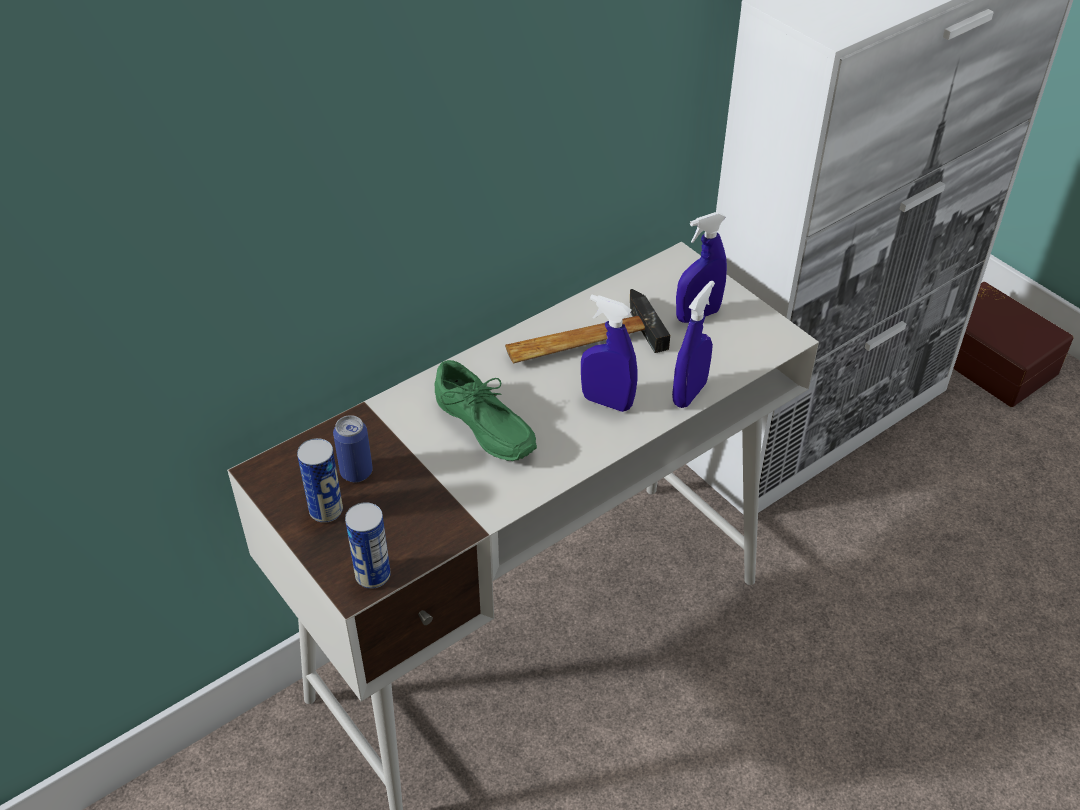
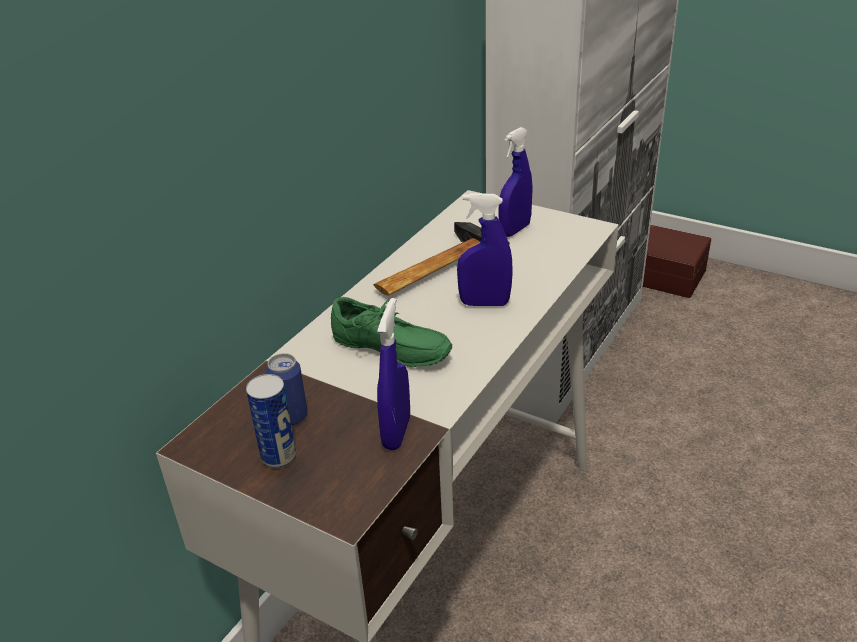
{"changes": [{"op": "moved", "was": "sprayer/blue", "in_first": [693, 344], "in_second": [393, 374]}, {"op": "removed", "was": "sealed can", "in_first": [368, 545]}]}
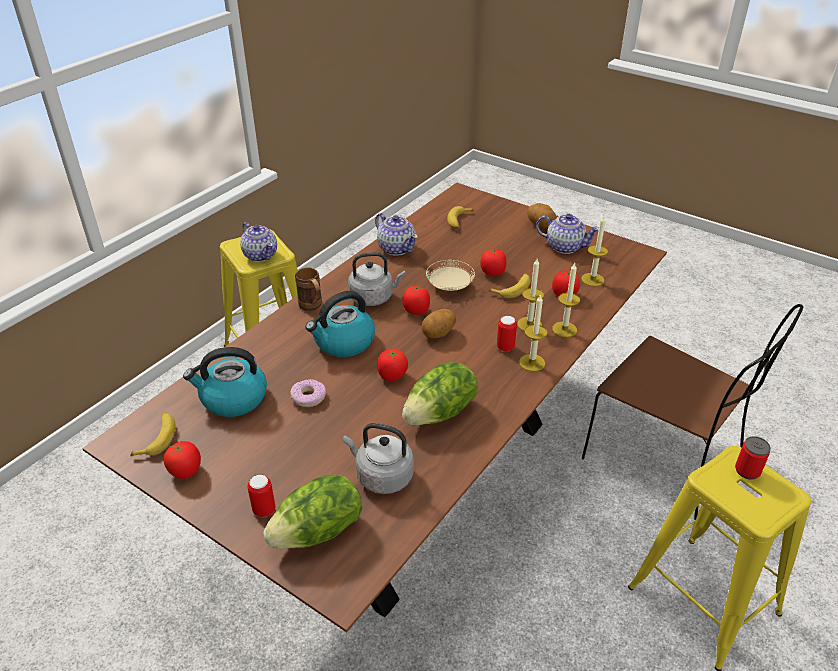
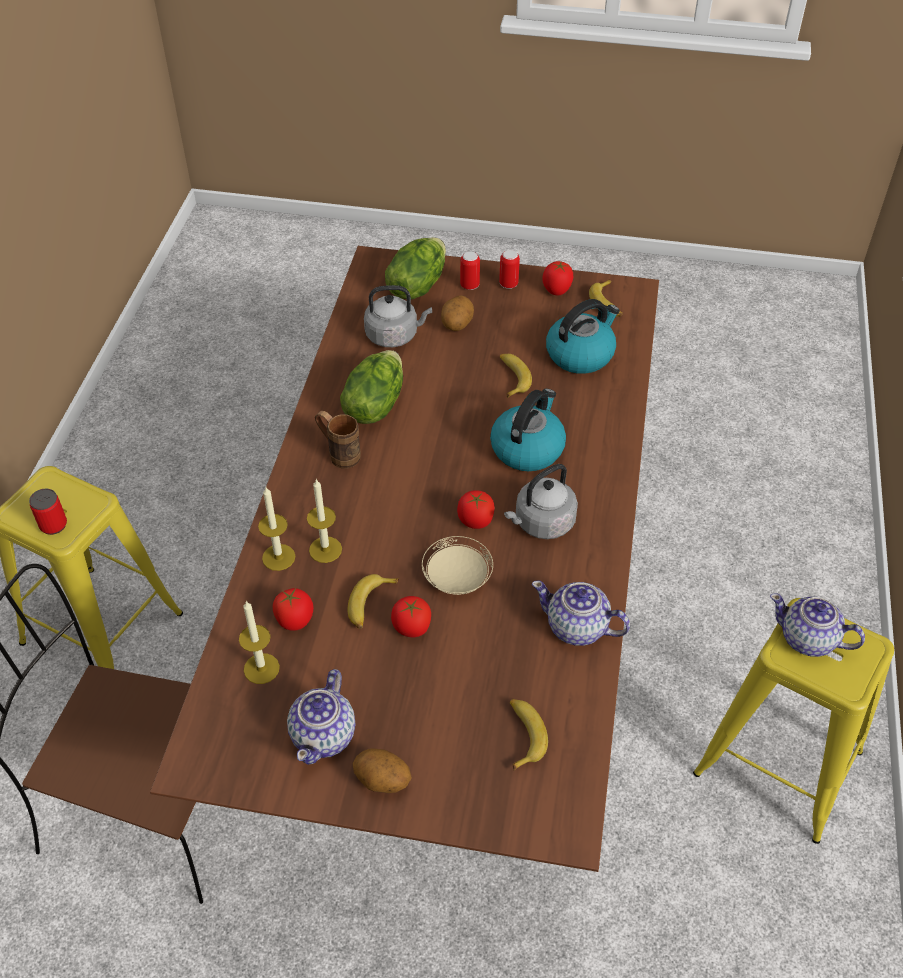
{"changes": [{"op": "turned", "was": "teapot", "in_first": [567, 234], "in_second": [321, 717], "clockwise": -75}, {"op": "moved", "was": "mug/brown", "in_first": [308, 289], "in_second": [338, 440]}, {"op": "removed", "was": "wax light", "in_first": [533, 332]}, {"op": "moved", "was": "whole potato", "in_first": [438, 324], "in_second": [457, 313]}, {"op": "moved", "was": "sealed can", "in_first": [507, 334], "in_second": [509, 269]}, {"op": "removed", "was": "fresh tomato", "in_first": [392, 364]}, {"op": "replaced", "was": "ring doughnut", "now": "banana fruit", "in_first": [308, 393], "in_second": [516, 376]}]}
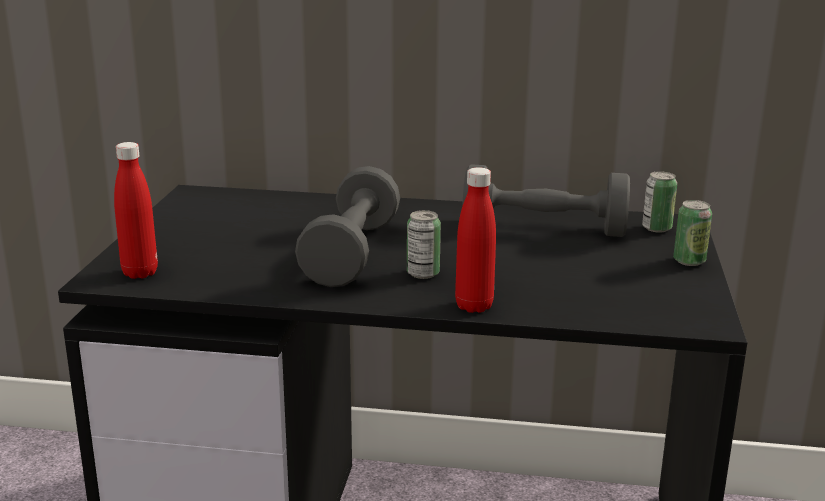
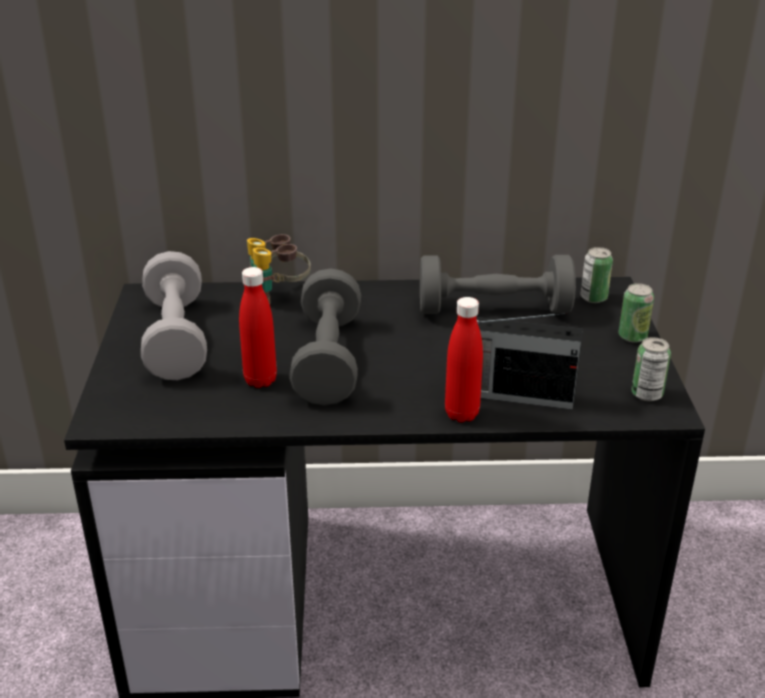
{"changes": [{"op": "moved", "was": "bottle/red", "in_first": [136, 210], "in_second": [258, 327]}, {"op": "moved", "was": "sealed can", "in_first": [424, 244], "in_second": [651, 369]}, {"op": "added", "now": "pair of binoculars", "in_second": [279, 269]}, {"op": "added", "now": "dumbbell/gray", "in_second": [174, 315]}, {"op": "added", "now": "radio", "in_second": [529, 361]}]}
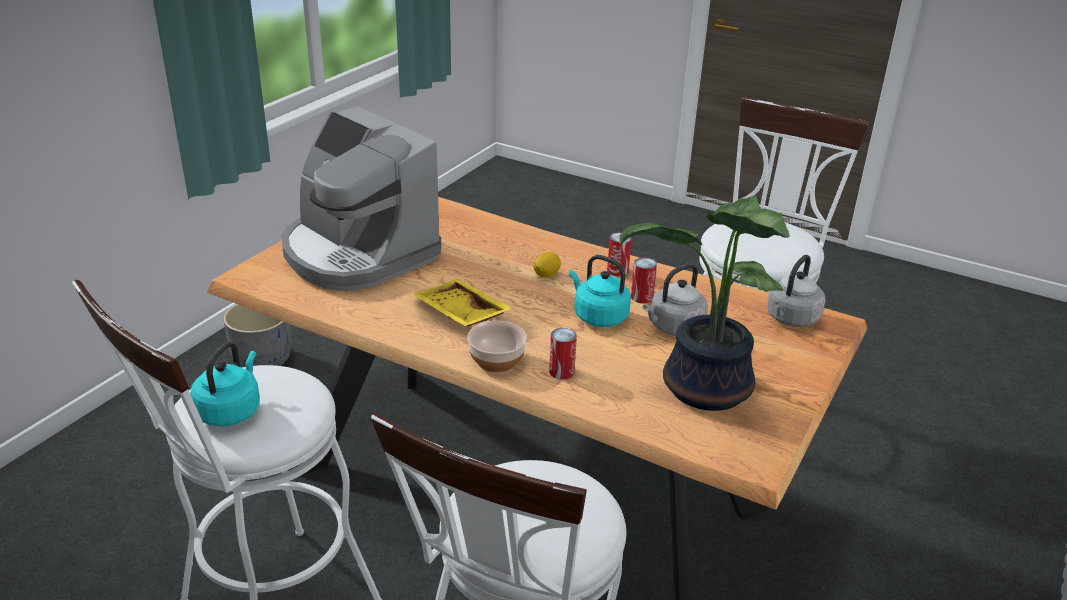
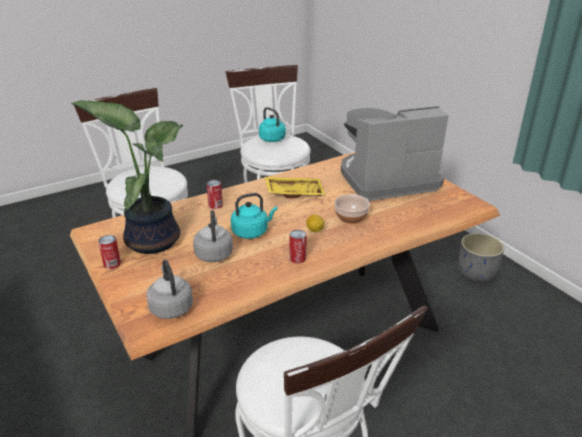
{"changes": [{"op": "moved", "was": "sealed can", "in_first": [644, 280], "in_second": [109, 252]}, {"op": "moved", "was": "bowl", "in_first": [497, 346], "in_second": [352, 209]}]}
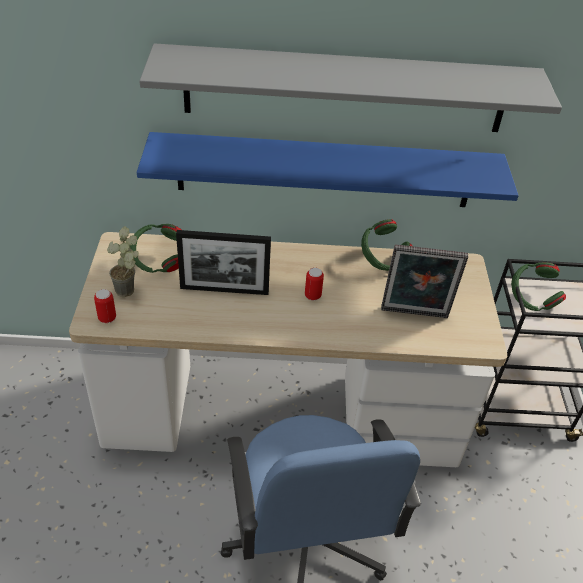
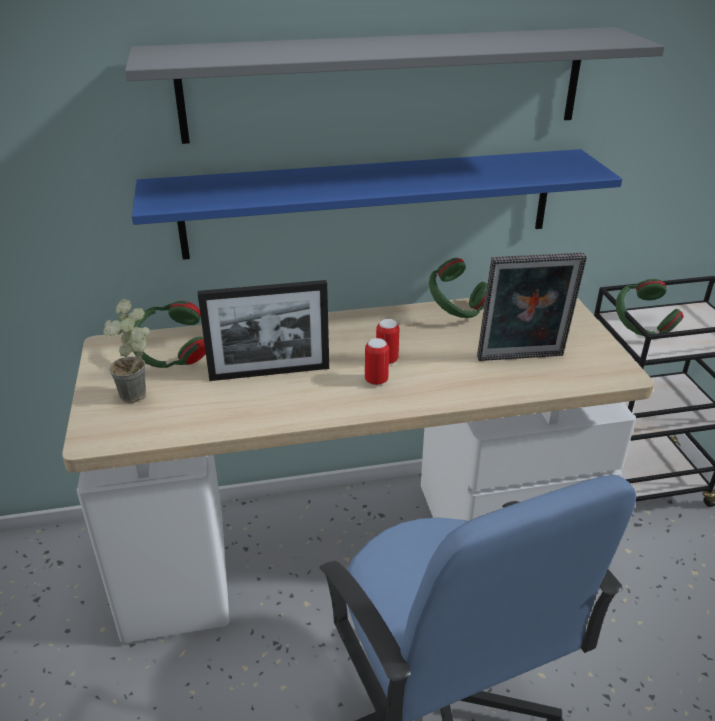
{"changes": [{"op": "moved", "was": "sealed can", "in_first": [105, 306], "in_second": [377, 361]}]}
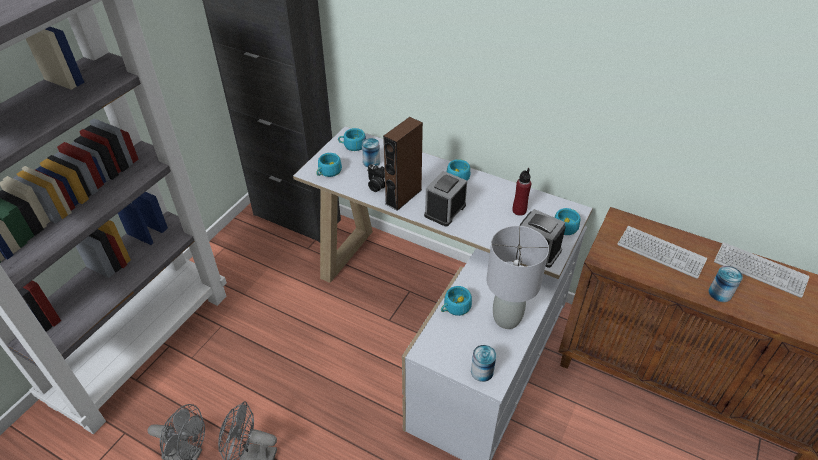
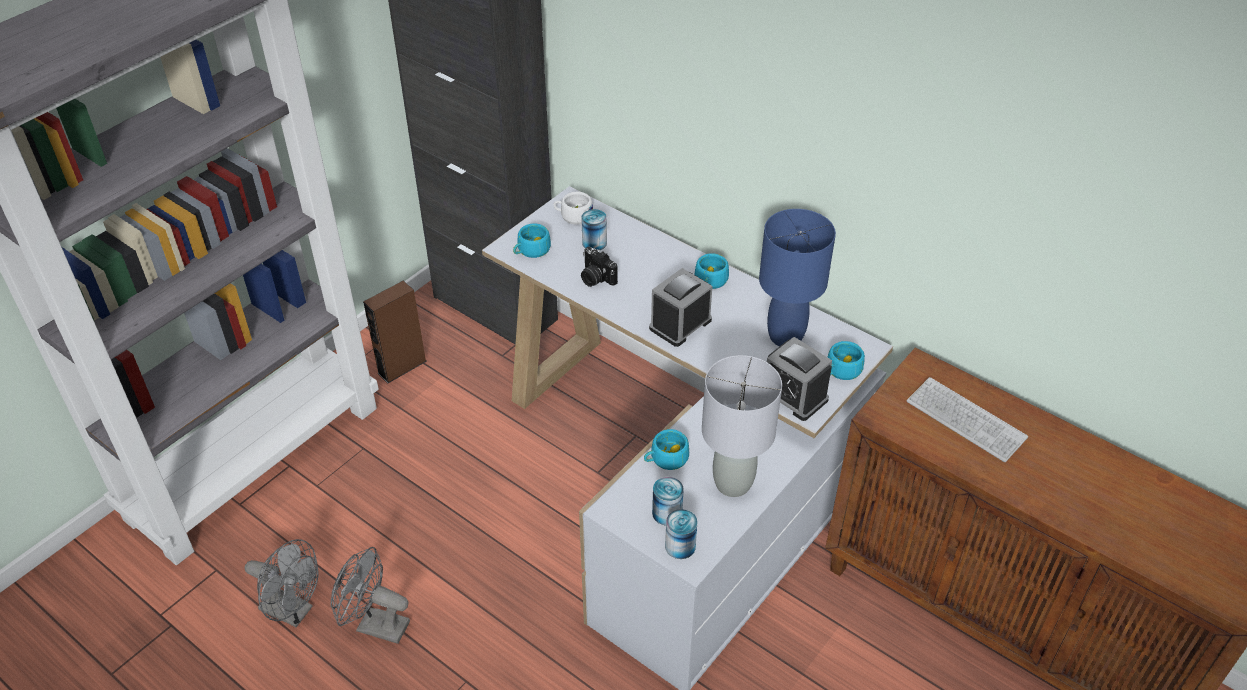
{"changes": [{"op": "moved", "was": "speaker/brown", "in_first": [403, 164], "in_second": [395, 332]}, {"op": "recoloured", "was": "cup/turquoise-coloured", "now": "cup/white", "in_first": [352, 139], "in_second": [573, 208]}, {"op": "replaced", "was": "bottle/red", "now": "table lamp/blue", "in_first": [521, 192], "in_second": [797, 277]}, {"op": "removed", "was": "computer keyboard", "in_first": [762, 270]}, {"op": "moved", "was": "sealed can", "in_first": [726, 284], "in_second": [668, 501]}]}
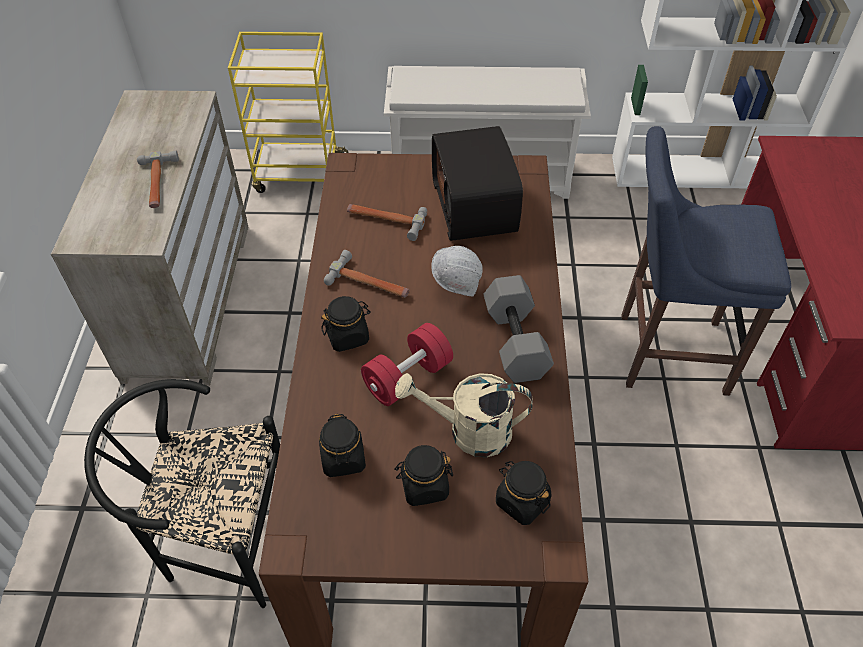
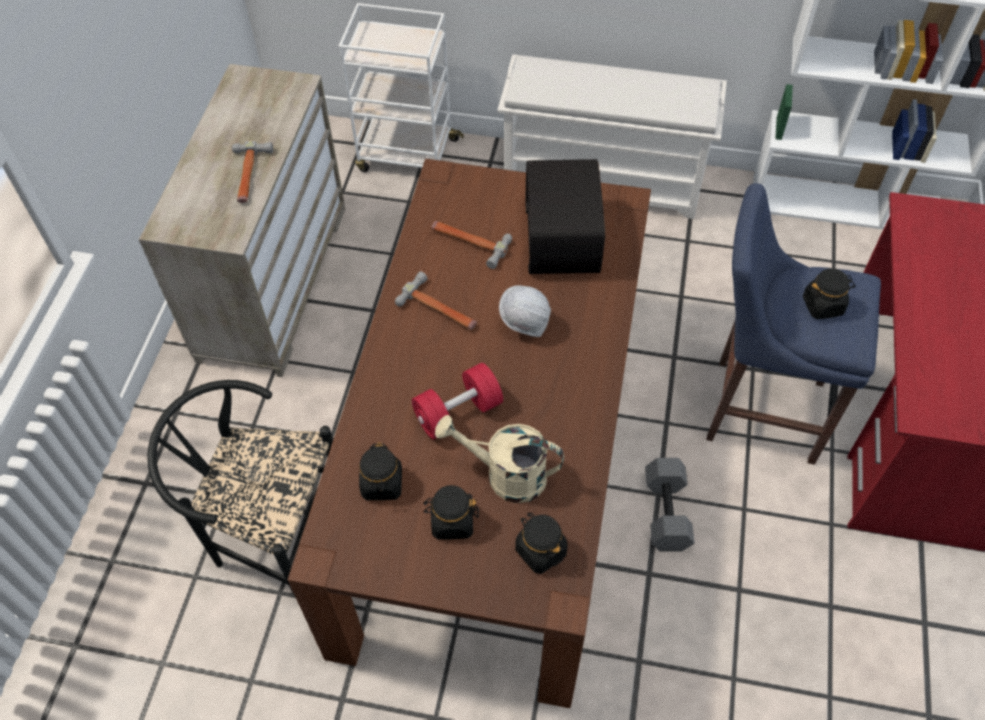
{"changes": [{"op": "recoloured", "was": "cart/yellow", "now": "cart/white", "in_first": [288, 112], "in_second": [401, 87]}, {"op": "moved", "was": "dumbbell/gray", "in_first": [518, 329], "in_second": [670, 505]}, {"op": "moved", "was": "jar/black", "in_first": [346, 324], "in_second": [829, 293]}]}
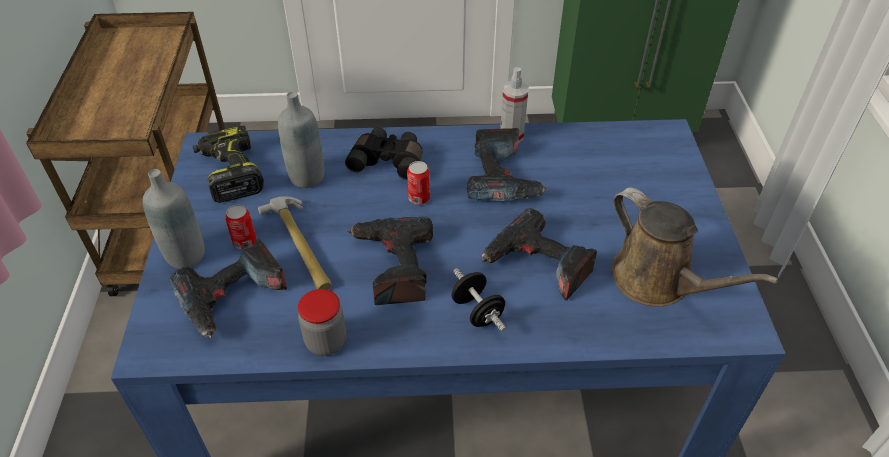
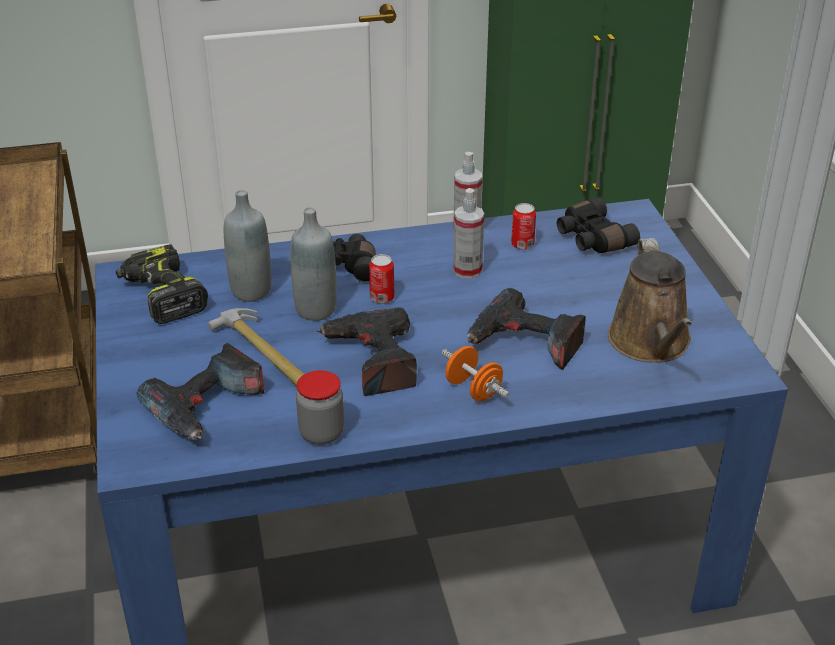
{"changes": [{"op": "replaced", "was": "electric drill", "now": "sprayer", "in_first": [507, 164], "in_second": [468, 233]}, {"op": "moved", "was": "bottle/gray", "in_first": [173, 219], "in_second": [313, 264]}, {"op": "turned", "was": "sprinkling can/brown", "in_first": [695, 247], "in_second": [650, 300], "clockwise": 45}, {"op": "moved", "was": "sealed can", "in_first": [241, 227], "in_second": [523, 226]}, {"op": "recoloured", "was": "dumbbell/black", "now": "dumbbell/orangey", "in_first": [479, 300], "in_second": [476, 373]}, {"op": "added", "now": "pair of binoculars/black", "in_second": [598, 225]}]}
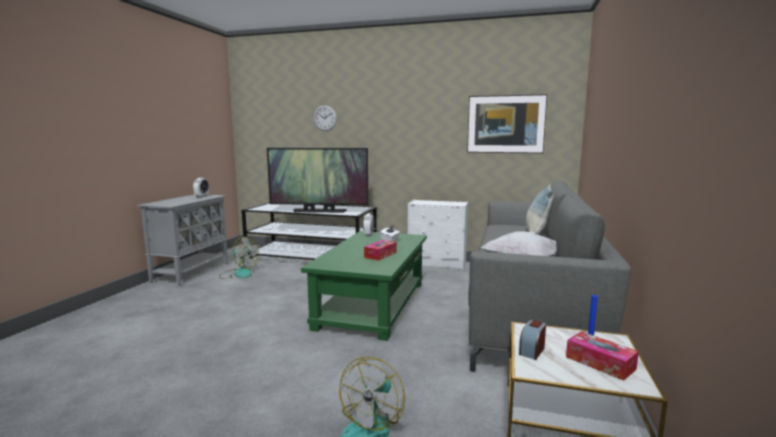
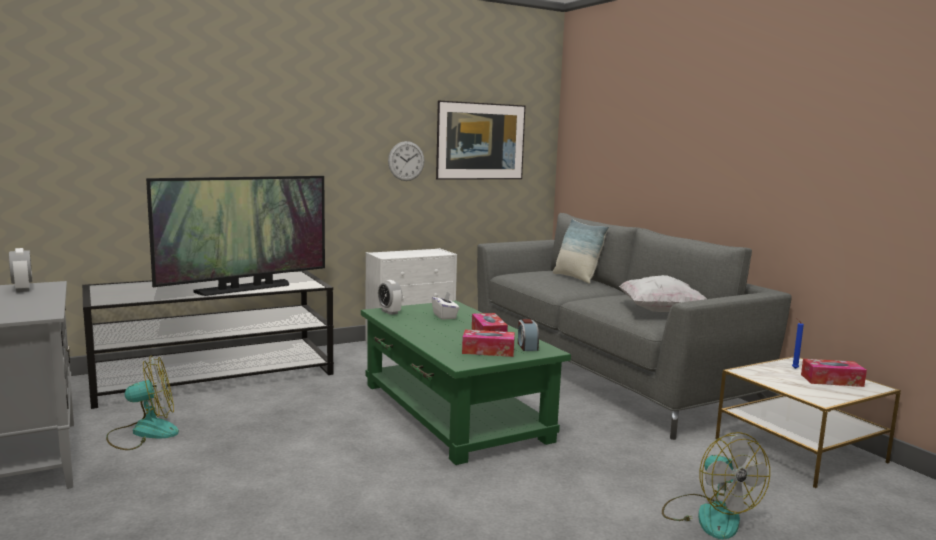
{"changes": [{"op": "moved", "was": "clock on the wall", "in_first": [325, 118], "in_second": [406, 161]}, {"op": "moved", "was": "table clock", "in_first": [532, 340], "in_second": [528, 335]}, {"op": "added", "now": "box of tissues", "in_second": [488, 343]}]}
